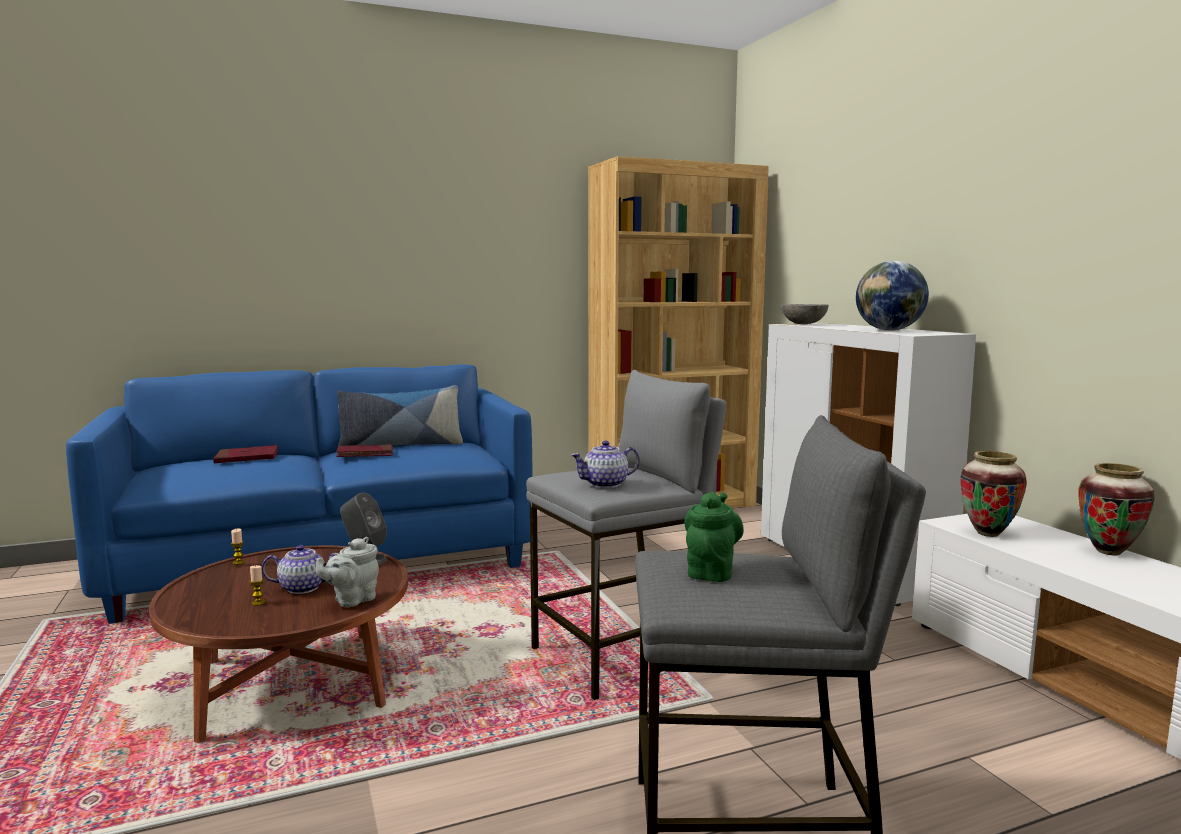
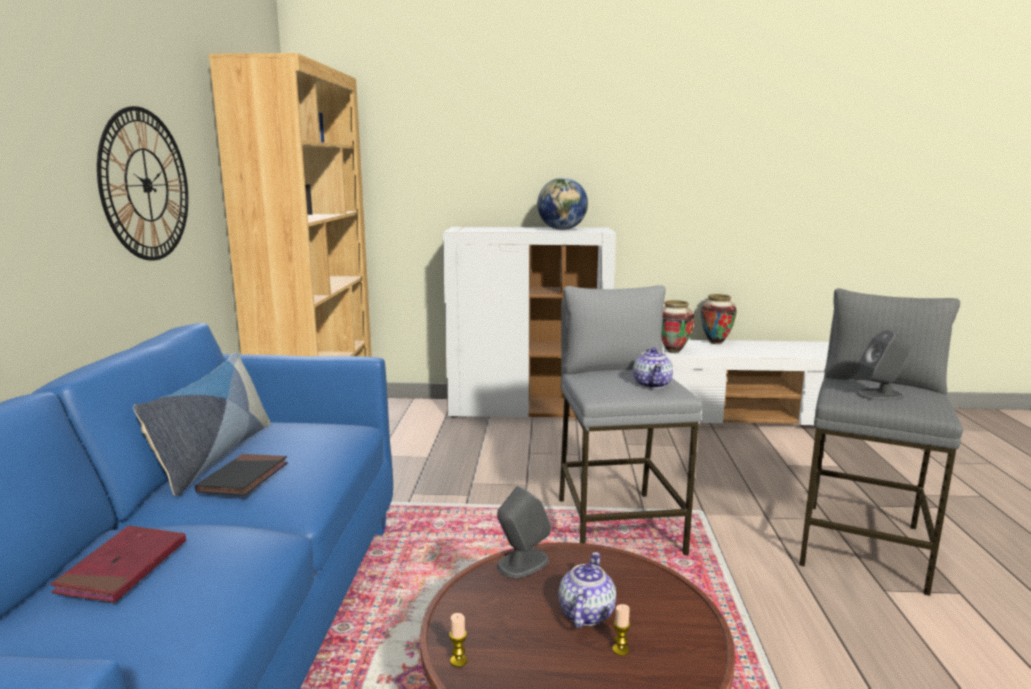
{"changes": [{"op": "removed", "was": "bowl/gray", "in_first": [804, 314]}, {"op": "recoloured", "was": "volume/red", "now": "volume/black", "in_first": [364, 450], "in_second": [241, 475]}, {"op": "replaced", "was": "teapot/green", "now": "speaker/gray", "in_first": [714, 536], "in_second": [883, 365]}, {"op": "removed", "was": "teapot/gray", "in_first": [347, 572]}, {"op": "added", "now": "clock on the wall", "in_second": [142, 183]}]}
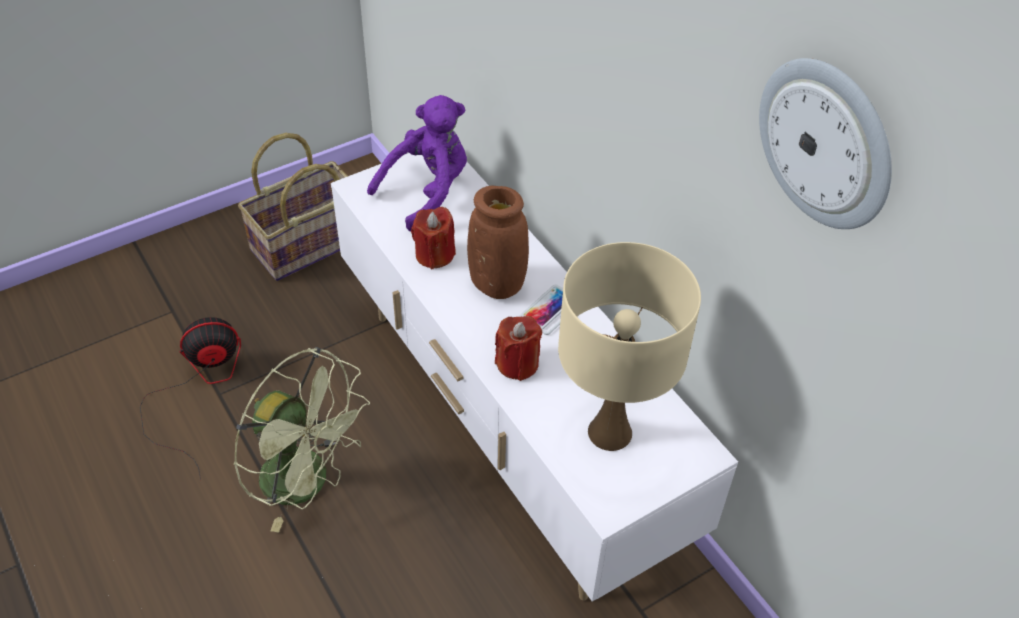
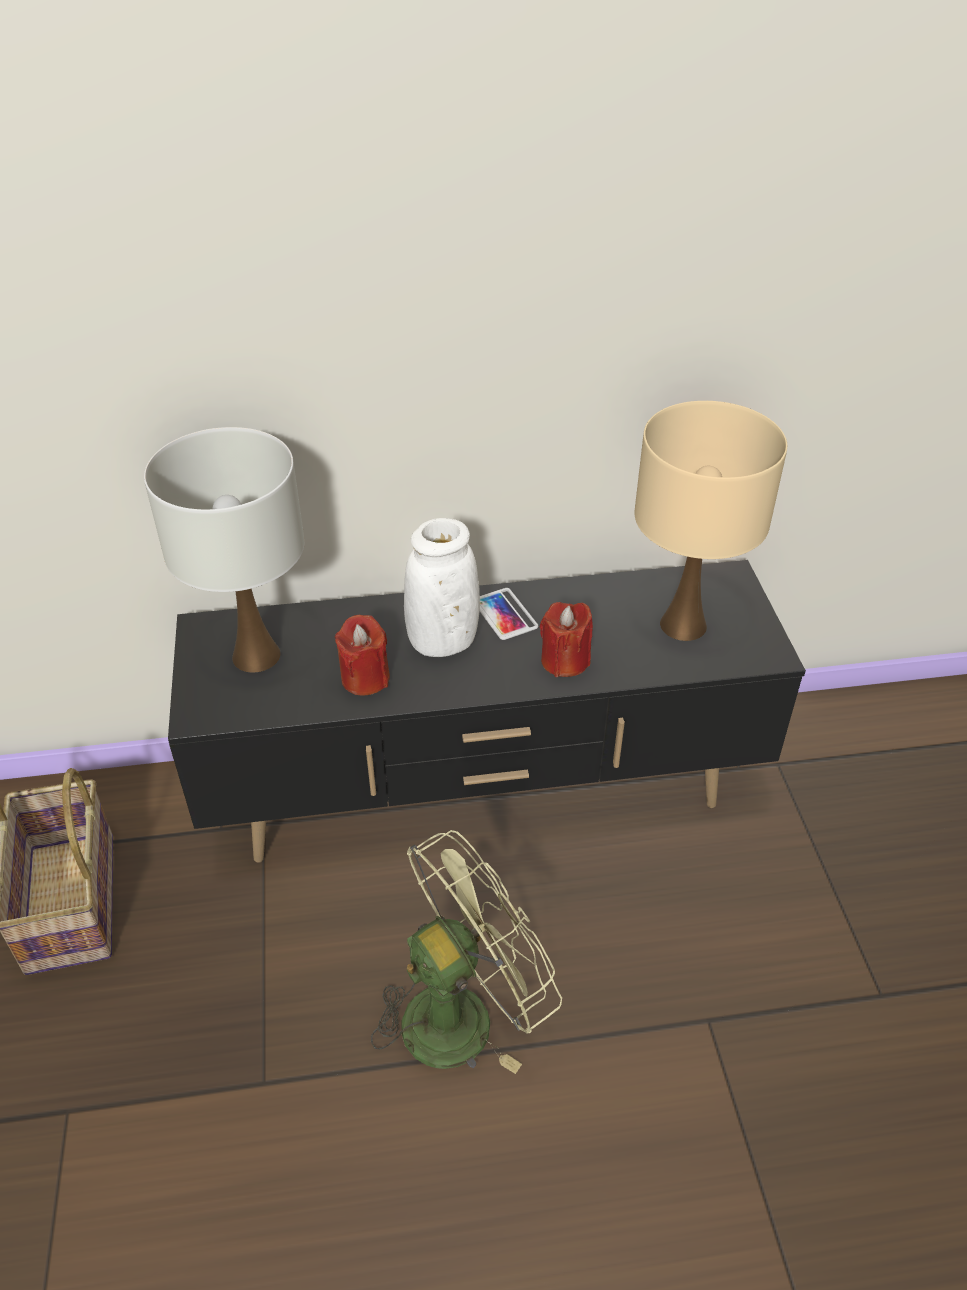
{"changes": [{"op": "removed", "was": "clock on the wall", "in_first": [825, 143]}, {"op": "replaced", "was": "cuddly toy/purple", "now": "table lamp/white", "in_first": [417, 163], "in_second": [224, 550]}, {"op": "recoloured", "was": "tv stand/white", "now": "tv stand/black", "in_first": [534, 377], "in_second": [487, 711]}, {"op": "recoloured", "was": "flower vase/brown", "now": "flower vase/white", "in_first": [498, 242], "in_second": [442, 587]}, {"op": "removed", "was": "electric fan", "in_first": [190, 398]}]}
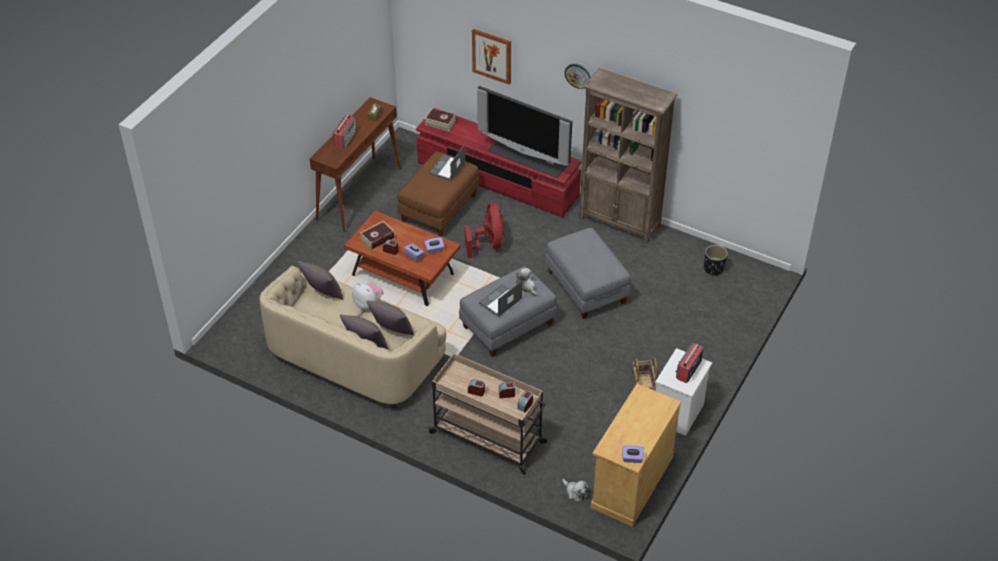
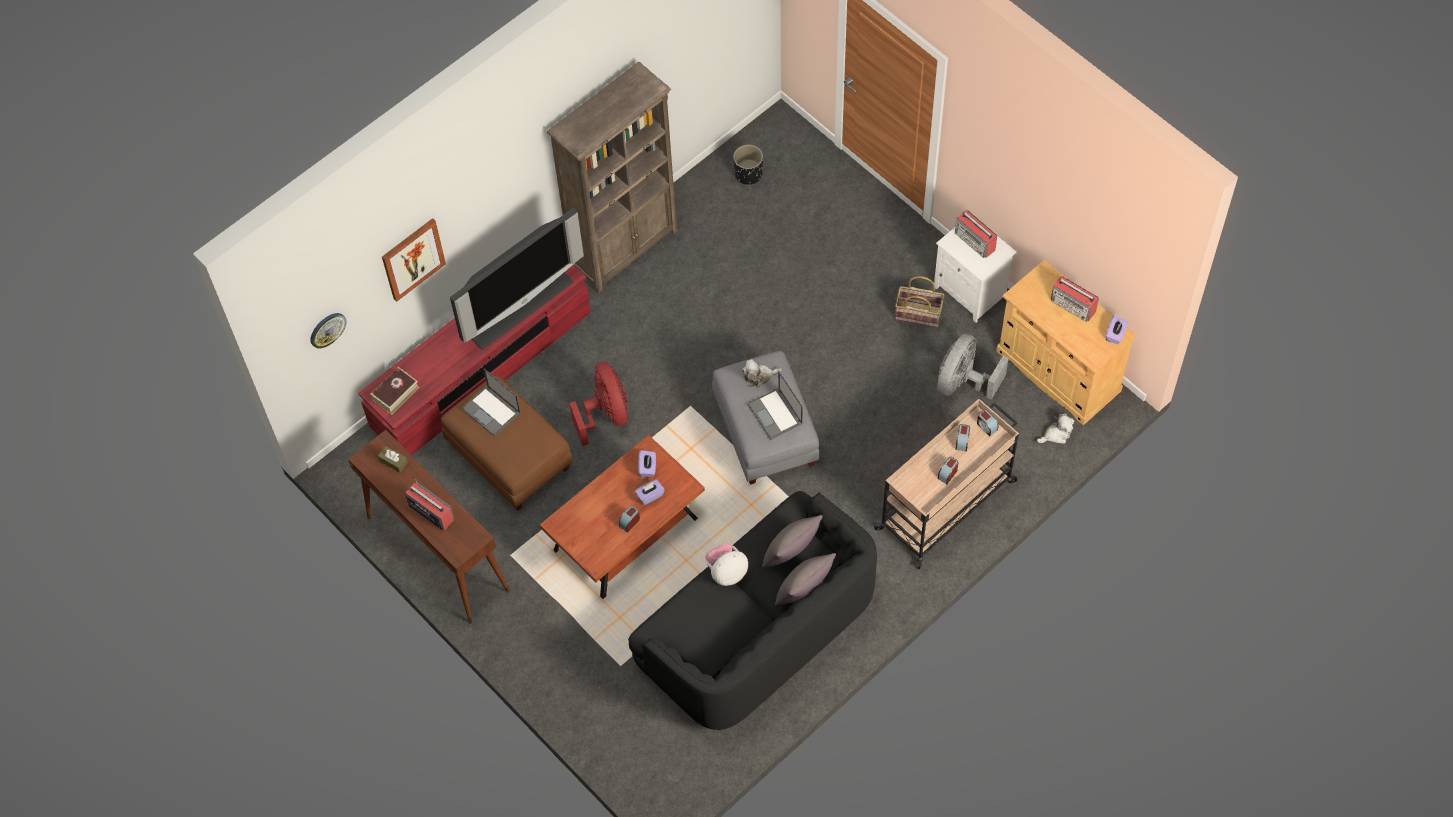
{"changes": [{"op": "moved", "was": "clock on the wall", "in_first": [577, 76], "in_second": [328, 330]}, {"op": "turned", "was": "electric fan/red", "in_first": [484, 230], "in_second": [598, 404], "clockwise": 60}, {"op": "removed", "was": "volume", "in_first": [377, 235]}, {"op": "removed", "was": "footrest/gray", "in_first": [588, 273]}, {"op": "removed", "was": "cushion/gray", "in_first": [321, 280]}, {"op": "recoloured", "was": "sofa/beige", "now": "sofa/black", "in_first": [353, 337], "in_second": [752, 610]}, {"op": "added", "now": "radio", "in_second": [1075, 299]}, {"op": "added", "now": "electric fan/gray", "in_second": [973, 366]}]}
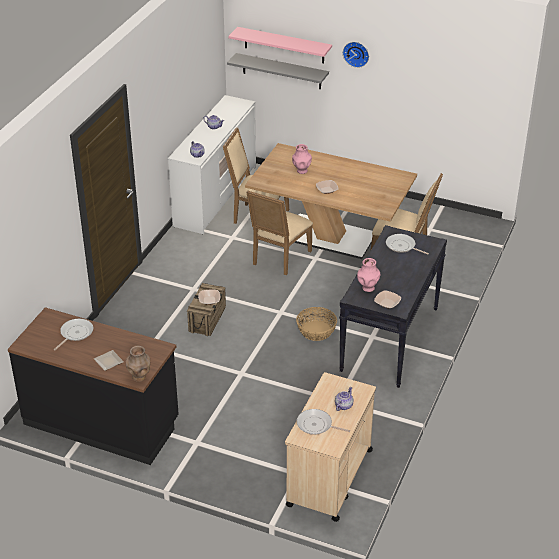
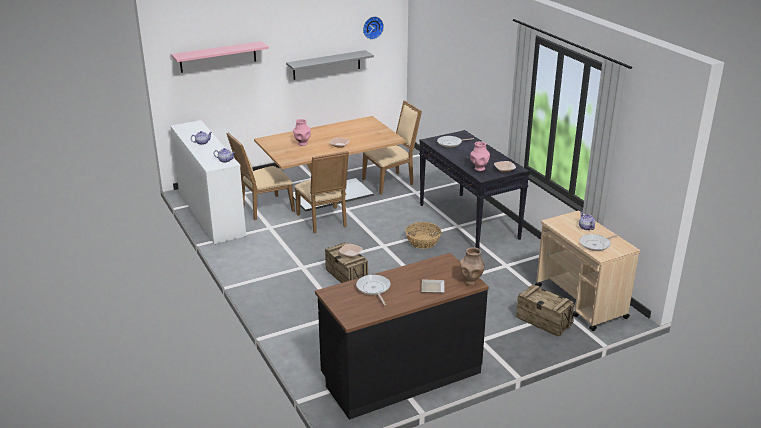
{"changes": [{"op": "moved", "was": "clock on the wall", "in_first": [356, 55], "in_second": [373, 27]}, {"op": "moved", "was": "wall shelf/gray", "in_first": [278, 71], "in_second": [330, 65]}, {"op": "added", "now": "crate", "in_second": [545, 311]}]}
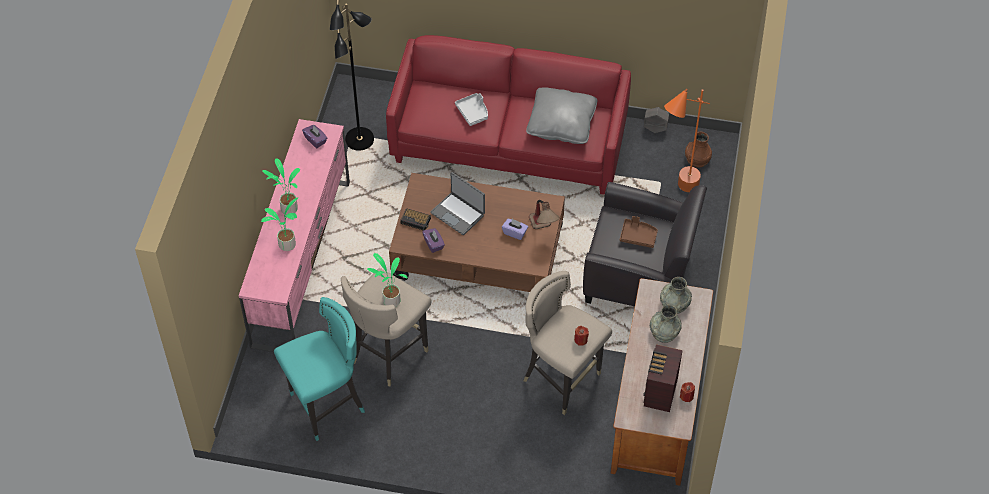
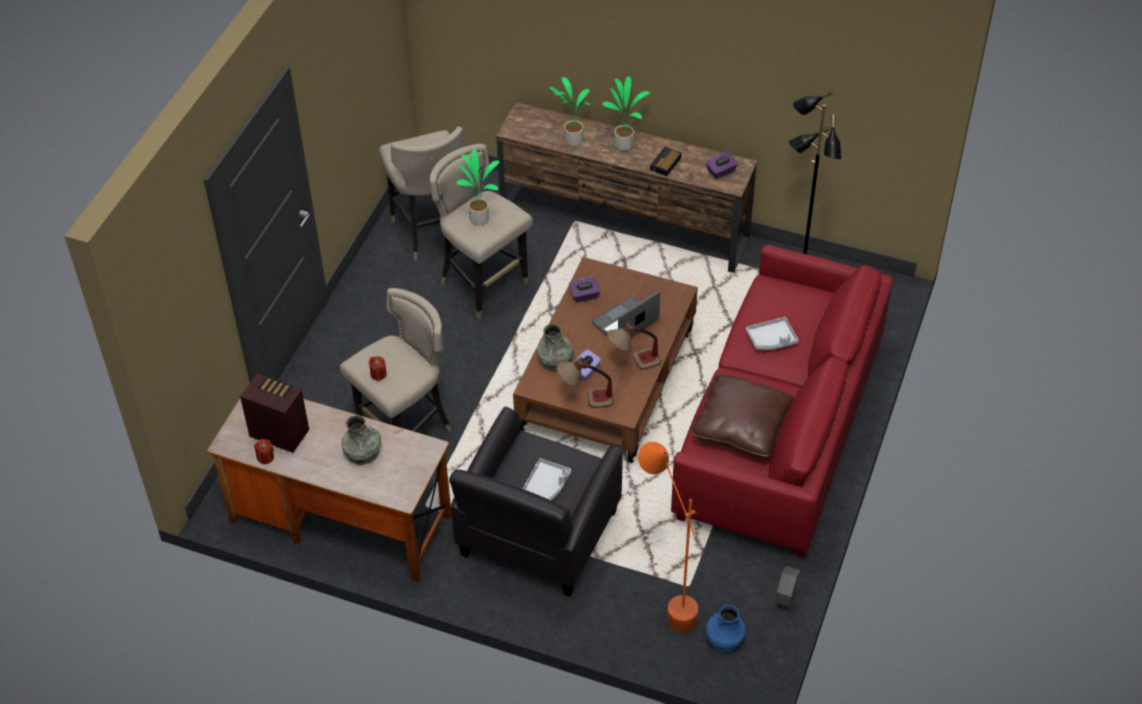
{"changes": [{"op": "recoloured", "was": "cushion/gray", "now": "cushion/brown", "in_first": [561, 115], "in_second": [742, 416]}, {"op": "recoloured", "was": "tv stand/pinkish", "now": "tv stand/brown", "in_first": [294, 235], "in_second": [626, 187]}, {"op": "recoloured", "was": "flower vase/brown", "now": "flower vase/blue", "in_first": [698, 149], "in_second": [726, 629]}, {"op": "moved", "was": "table clock", "in_first": [415, 219], "in_second": [666, 161]}, {"op": "recoloured", "was": "tray/brown", "now": "tray/gray", "in_first": [639, 232], "in_second": [547, 479]}, {"op": "moved", "was": "flower vase/gray", "in_first": [676, 295], "in_second": [555, 347]}, {"op": "recoloured", "was": "stool/turquoise-coloured", "now": "stool/beige", "in_first": [319, 369], "in_second": [421, 194]}, {"op": "added", "now": "table lamp", "in_second": [634, 346]}]}
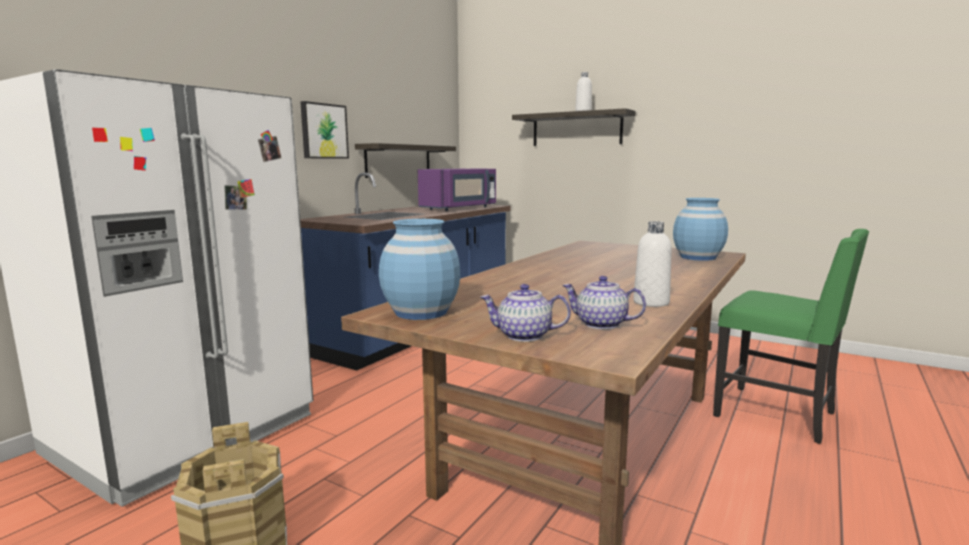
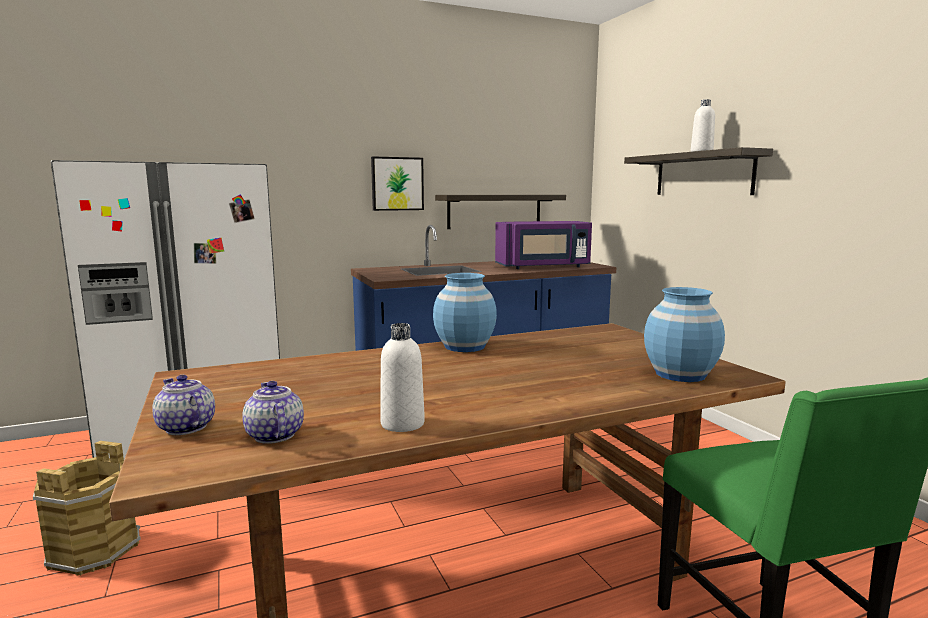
{"changes": [{"op": "moved", "was": "flower vase/blue", "in_first": [419, 269], "in_second": [465, 312]}]}
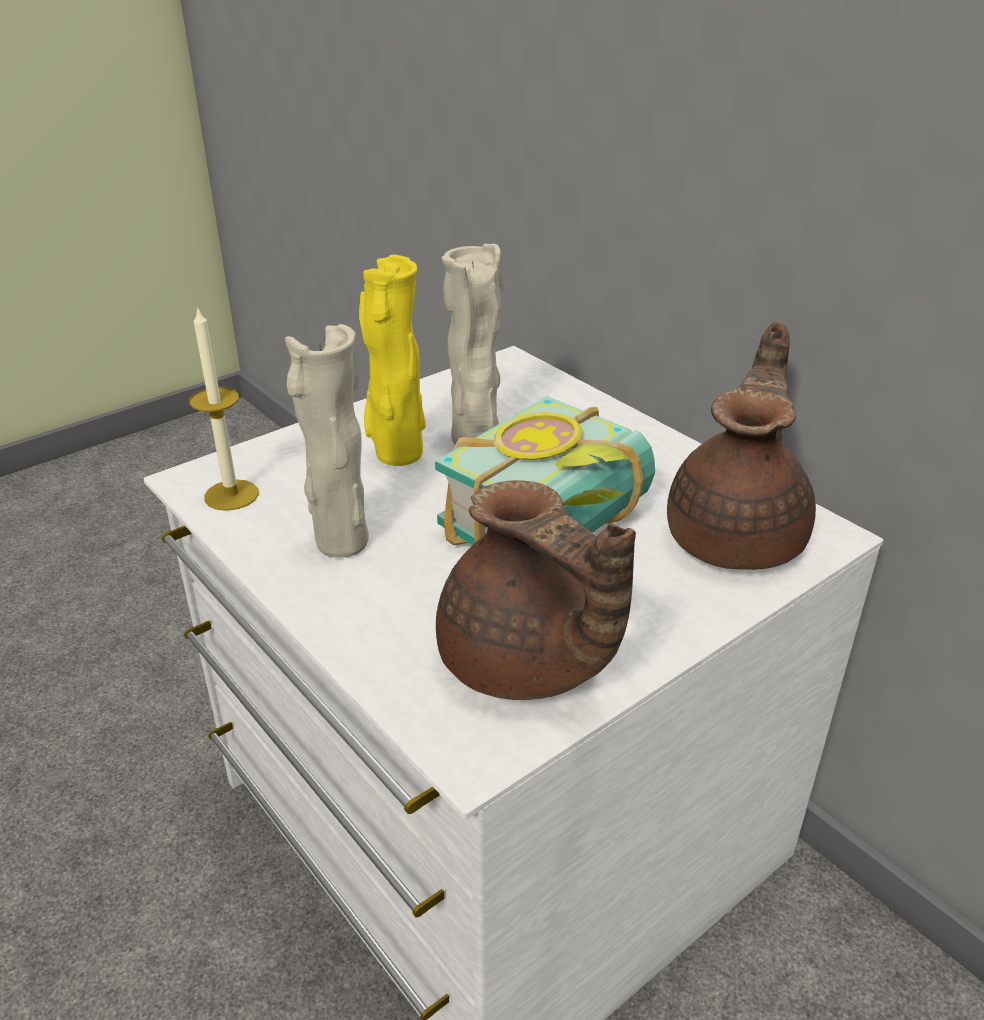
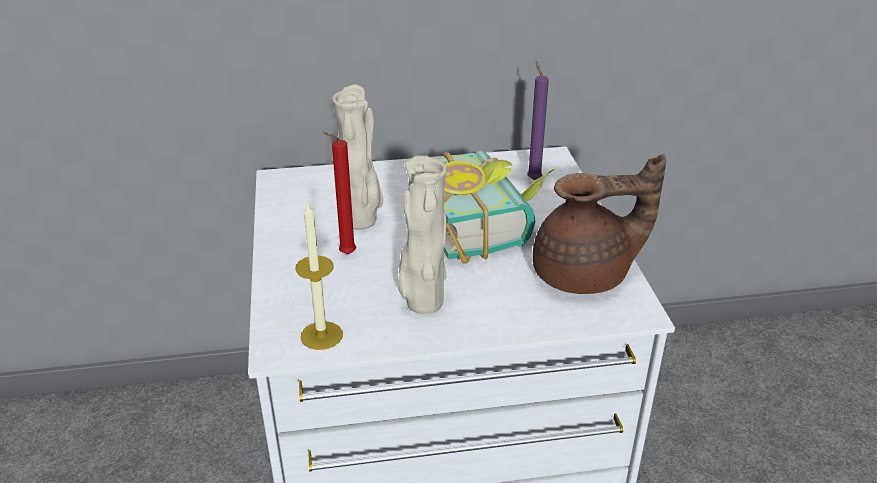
{"changes": [{"op": "replaced", "was": "flower vase/yellow", "now": "wax light/red", "in_first": [392, 360], "in_second": [339, 193]}, {"op": "replaced", "was": "teapot/brown", "now": "wax light/purple", "in_first": [741, 445], "in_second": [538, 120]}]}
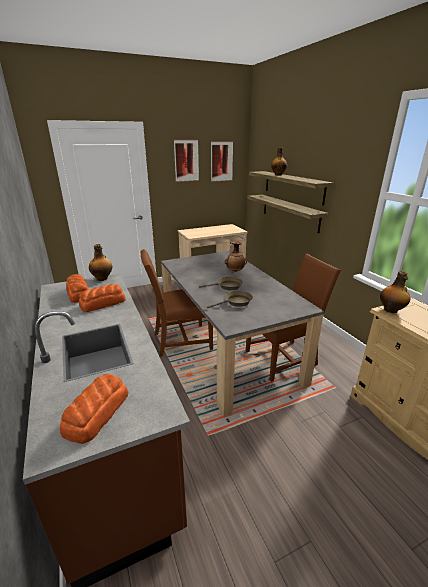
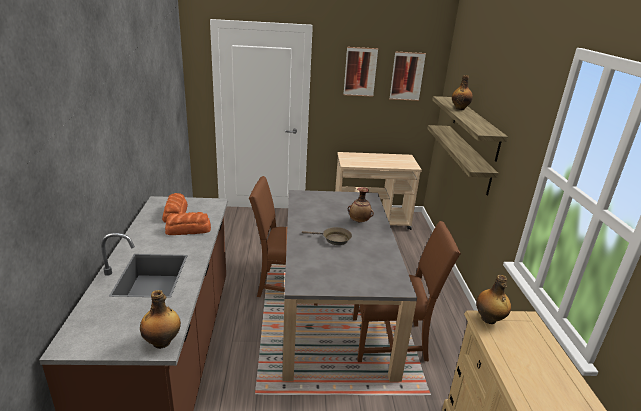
{"changes": [{"op": "moved", "was": "bottle", "in_first": [100, 262], "in_second": [160, 319]}, {"op": "removed", "was": "pan/brown", "in_first": [230, 299]}, {"op": "removed", "was": "bakery bread", "in_first": [94, 409]}]}
